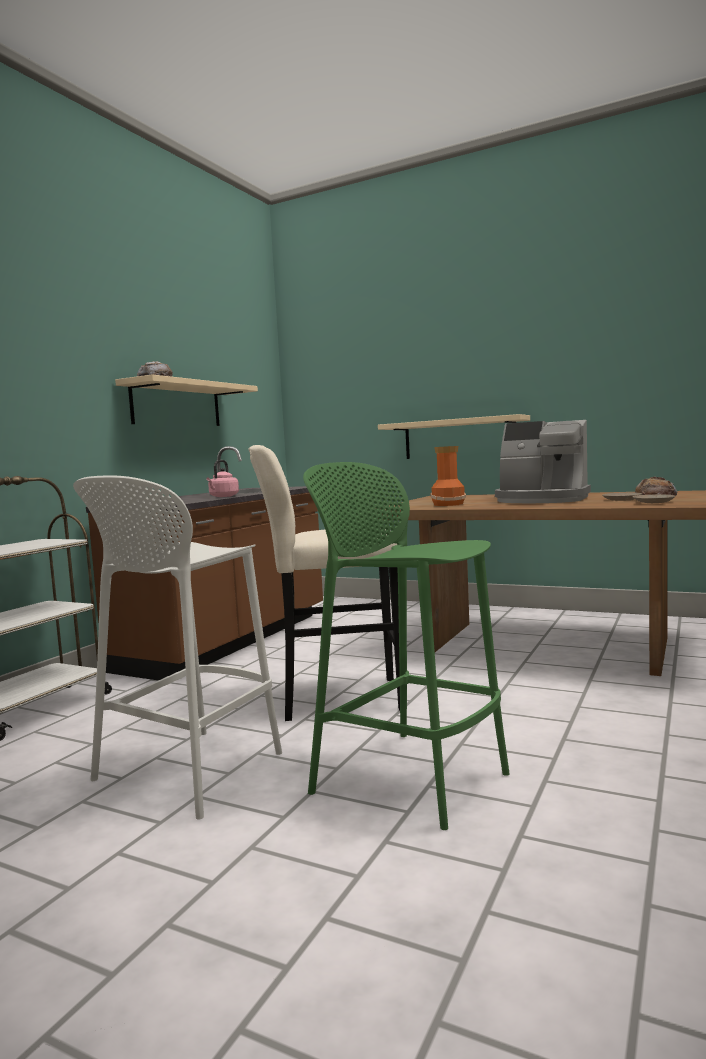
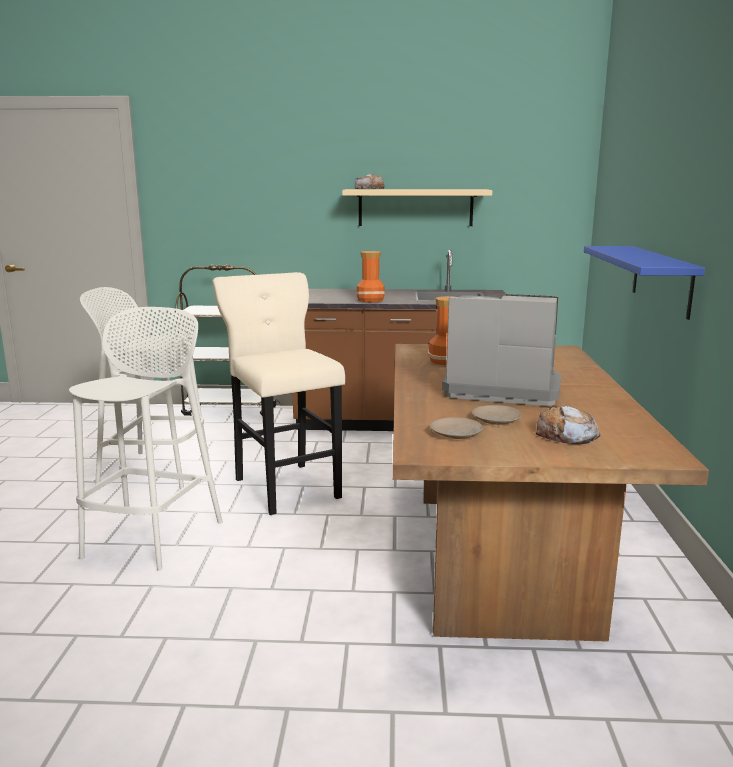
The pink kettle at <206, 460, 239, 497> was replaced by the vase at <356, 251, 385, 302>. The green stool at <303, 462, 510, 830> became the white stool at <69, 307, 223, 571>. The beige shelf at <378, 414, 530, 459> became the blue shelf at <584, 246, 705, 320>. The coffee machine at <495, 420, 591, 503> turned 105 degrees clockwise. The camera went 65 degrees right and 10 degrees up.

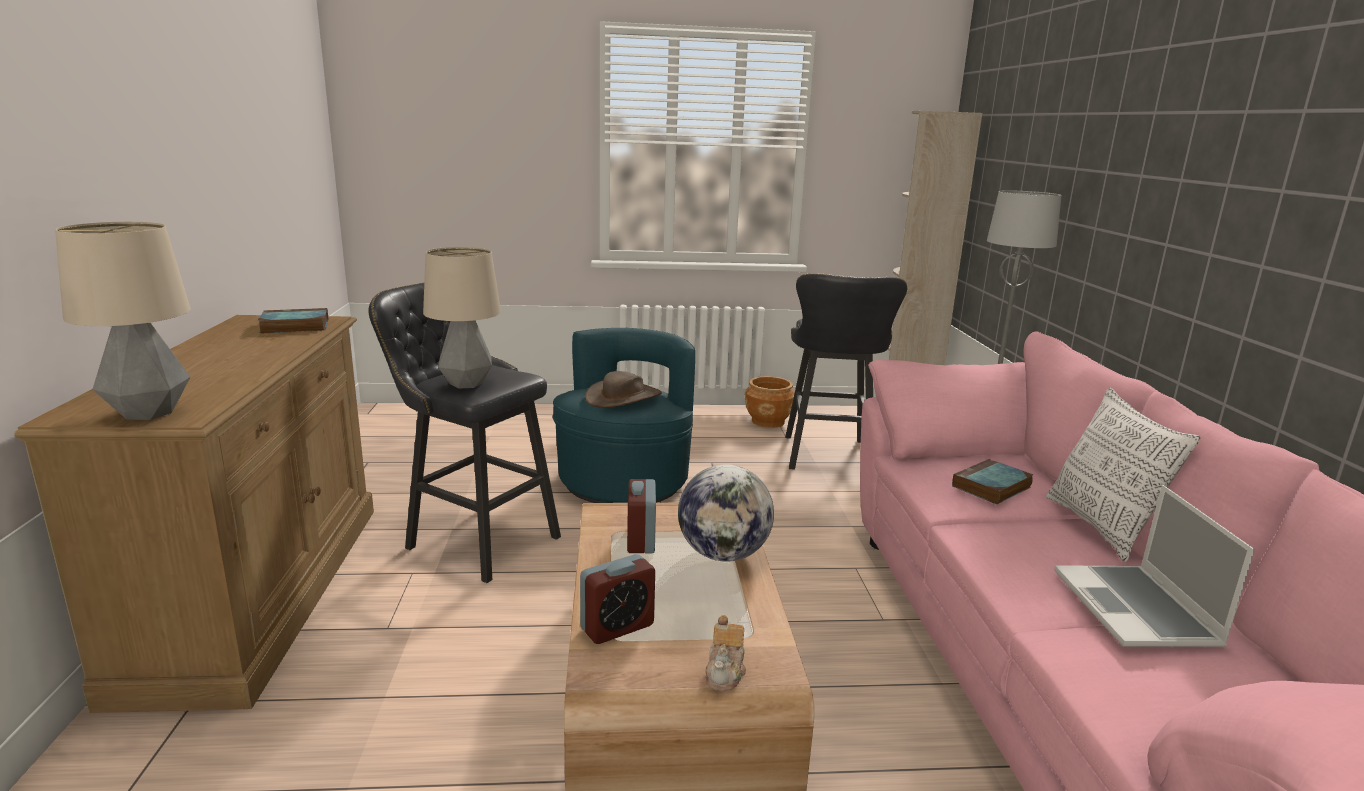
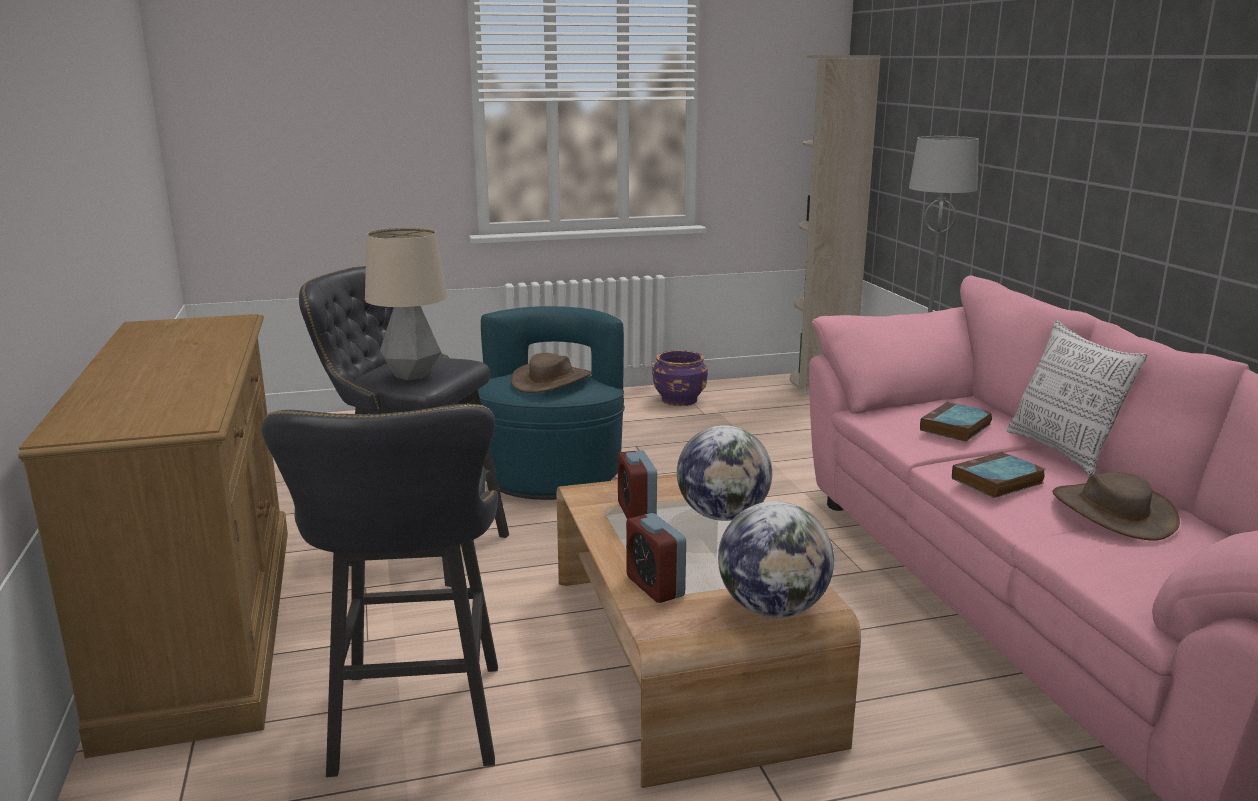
The table lamp at <55, 222, 191, 420> disappeared. The book moved from <258, 308, 329, 334> to <952, 452, 1045, 498>. The alarm clock at <580, 554, 655, 644> turned 105 degrees clockwise. The teapot at <705, 615, 746, 691> was replaced by the globe at <718, 501, 834, 618>. The brown planter at <744, 376, 795, 428> became the purple planter at <652, 350, 708, 406>. The black stool moved from <785, 273, 907, 469> to <262, 404, 498, 777>. The laptop at <1054, 485, 1255, 647> was replaced by the brown hat at <1052, 472, 1180, 541>. The camera went 10 degrees left and 0 degrees up.

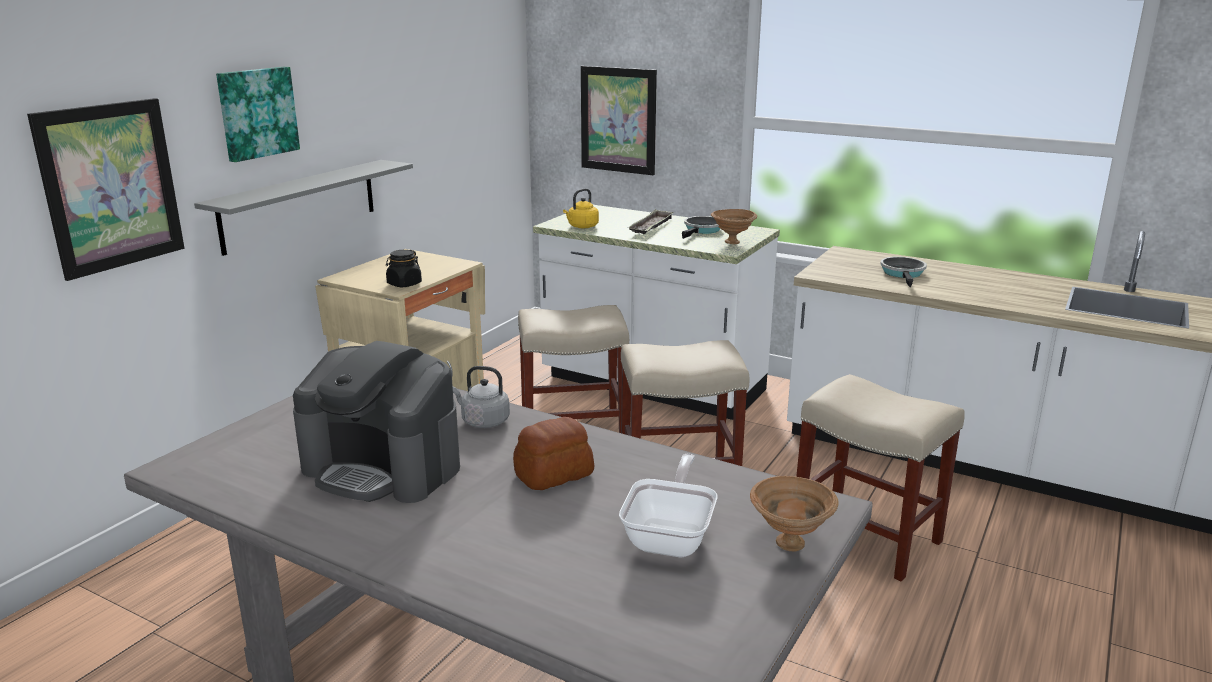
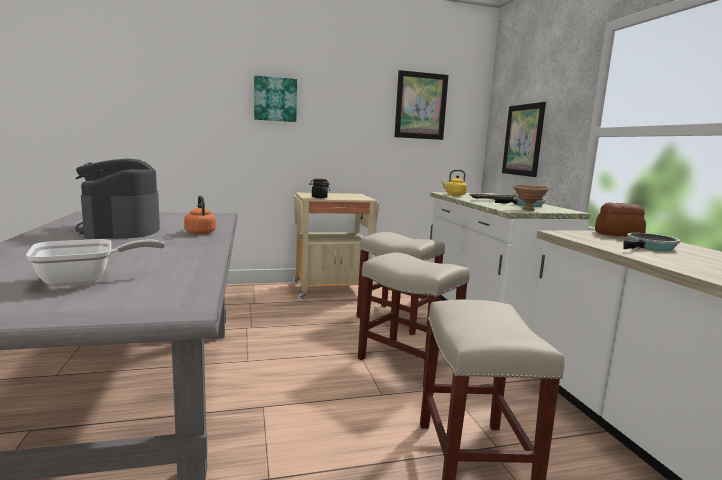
The picture moved from <27, 98, 185, 281> to <394, 70, 448, 140>. The grey shelf at <194, 160, 413, 256> disappeared. The grey kettle at <453, 366, 510, 428> became the orange kettle at <184, 196, 216, 234>. The bread moved from <513, 417, 594, 490> to <595, 202, 646, 237>. The brown bowl at <750, 476, 839, 552> disappeared. The camera went 45 degrees right and 10 degrees down.

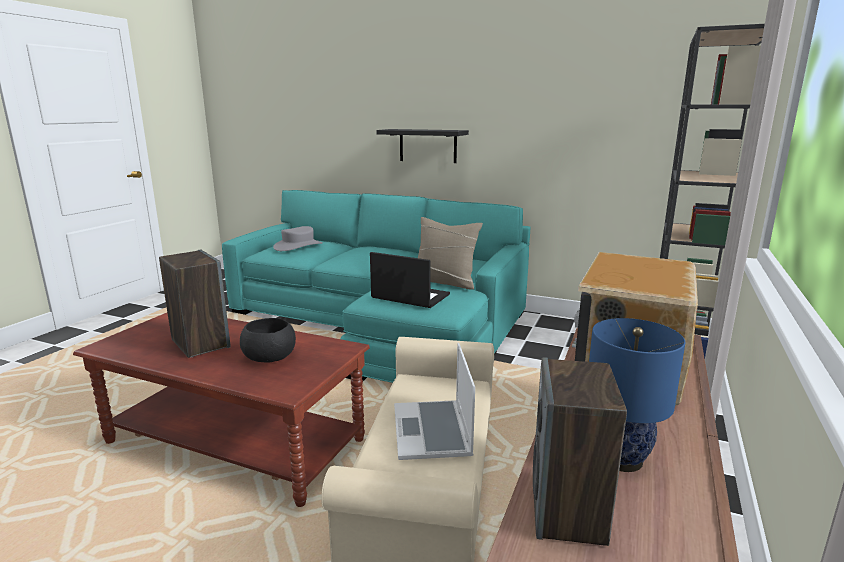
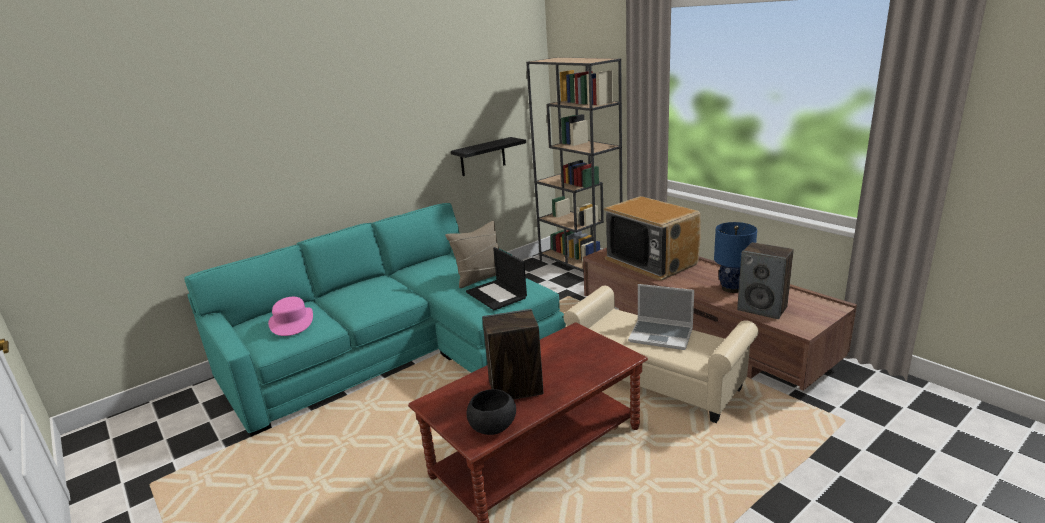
The black bowl moved from <240, 318, 296, 363> to <466, 389, 516, 435>. The grey hat at <273, 226, 323, 251> became the pink hat at <268, 297, 313, 336>. The laptop at <370, 252, 450, 308> turned 90 degrees counterclockwise. The black shelf moved from <376, 129, 469, 163> to <451, 137, 526, 176>. The camera went 60 degrees left and 5 degrees up.

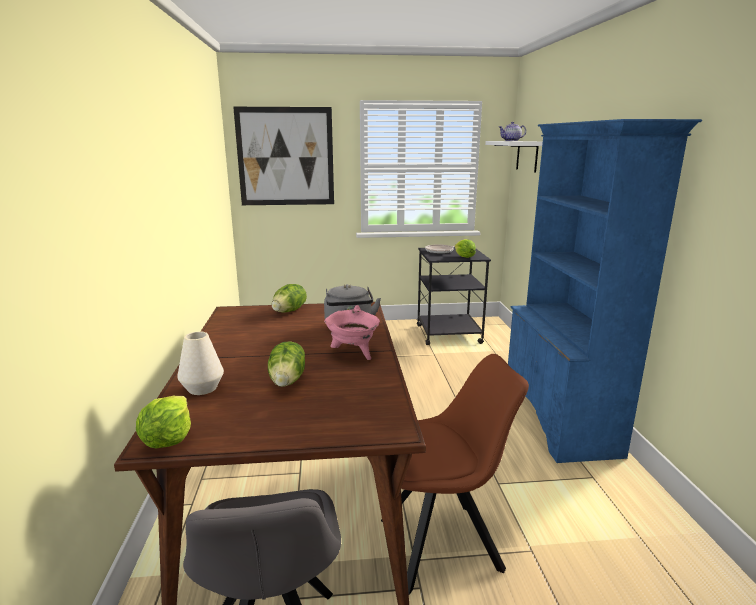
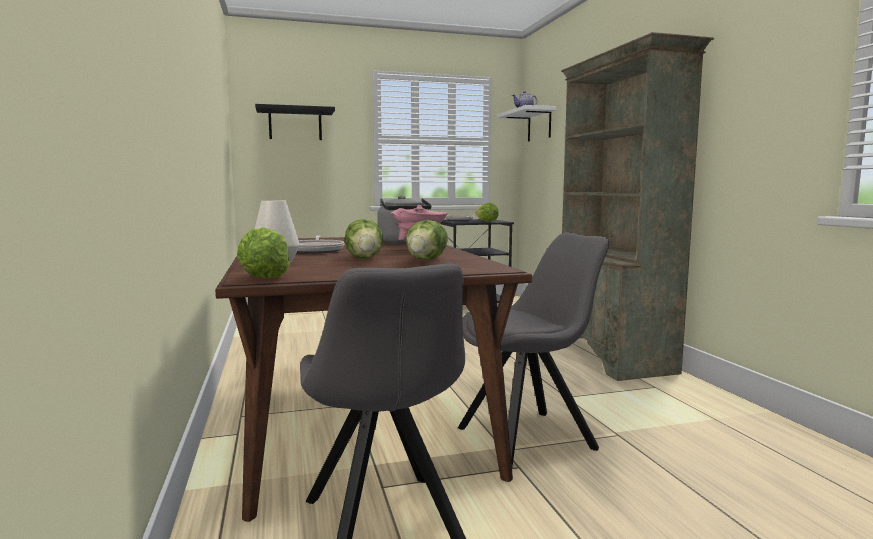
The picture at <233, 107, 334, 205> was replaced by the black shelf at <255, 104, 335, 140>. The lettuce moved from <272, 284, 307, 313> to <406, 220, 448, 260>. The brown chair at <381, 354, 529, 595> became the grey chair at <458, 232, 609, 466>. The blue bookcase at <508, 119, 703, 463> became the green bookcase at <561, 32, 715, 381>. The frying pan at <296, 236, 344, 253> appeared. The camera went 10 degrees left and 10 degrees down.

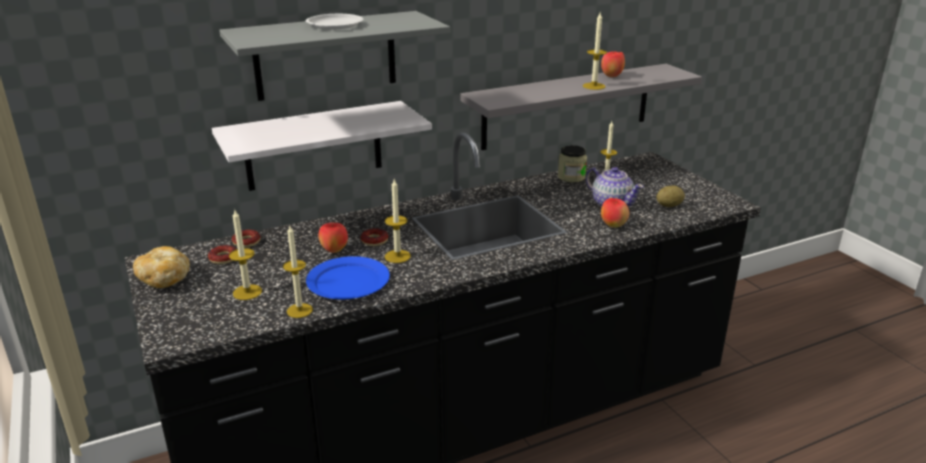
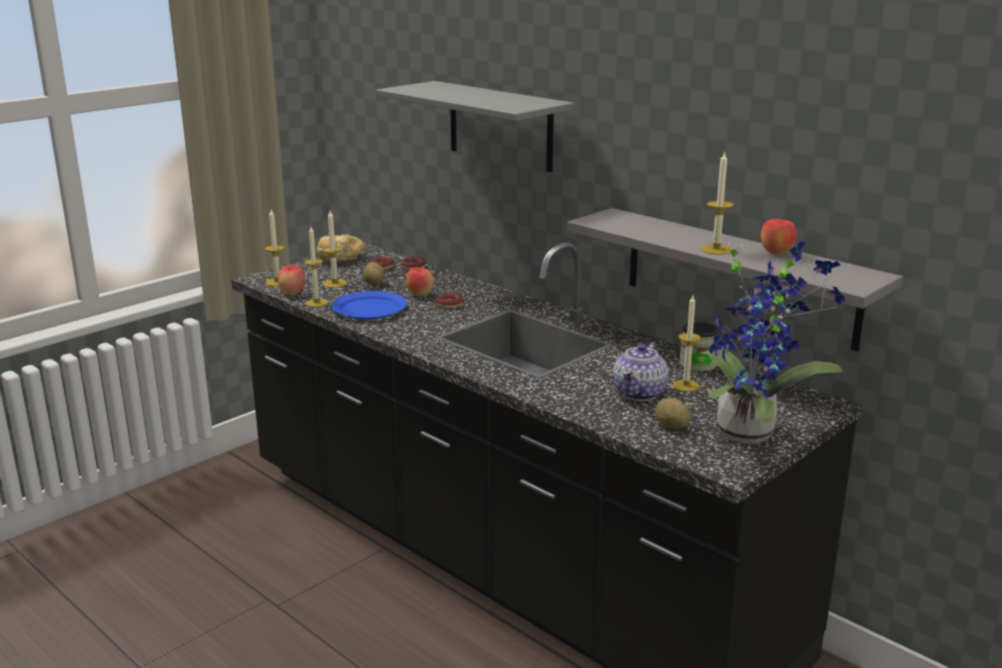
The white shelf at <212, 101, 432, 191> disappeared. The white plate at <306, 14, 363, 30> disappeared. The candle moved from <385, 179, 411, 263> to <264, 209, 285, 286>. The apple moved from <601, 198, 629, 228> to <278, 265, 305, 295>. The potato at <363, 262, 385, 285> appeared. The potted plant at <699, 241, 846, 444> appeared. The camera went 70 degrees right and 5 degrees down.

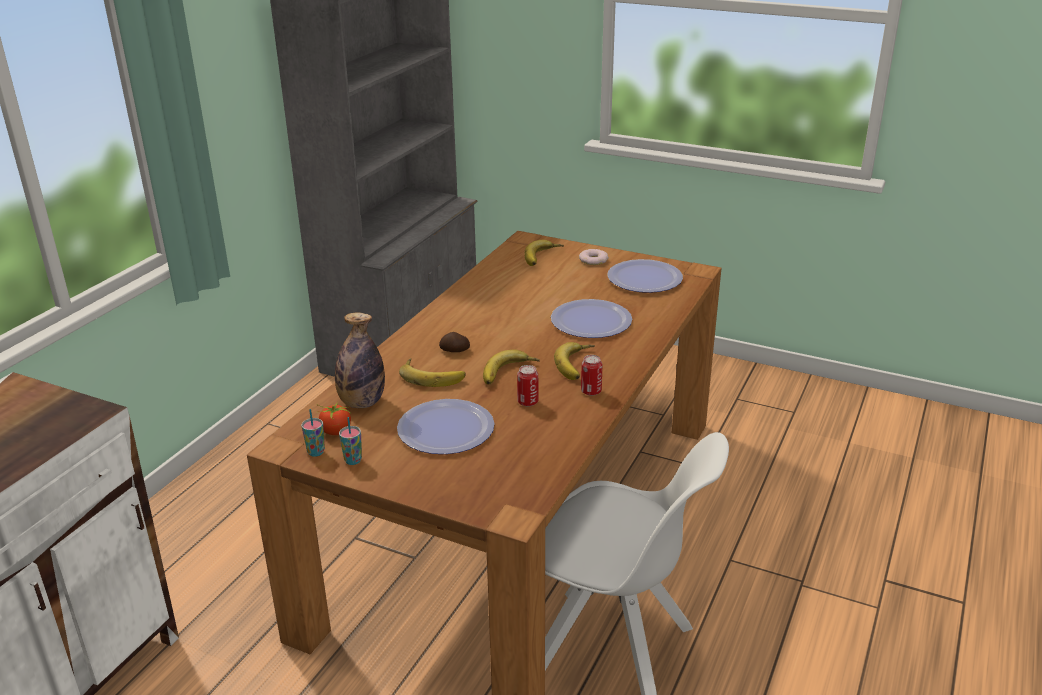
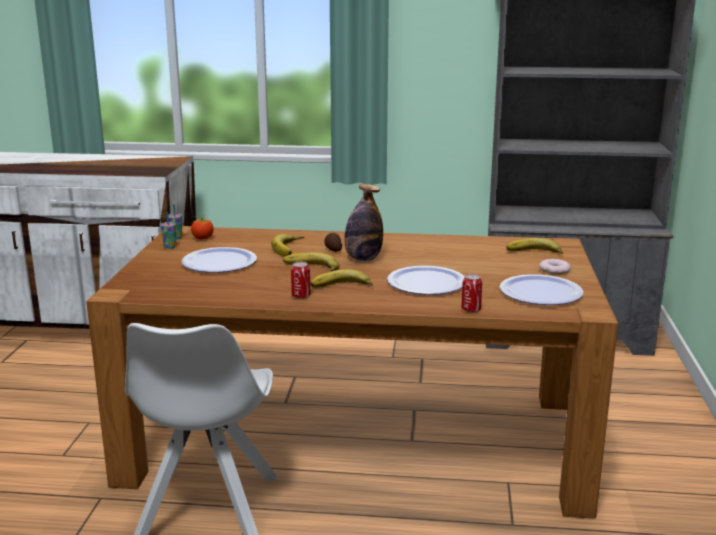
The bottle moved from <335, 312, 385, 408> to <345, 184, 383, 261>. The can moved from <517, 365, 539, 406> to <461, 274, 482, 312>. The camera went 70 degrees right and 10 degrees down.

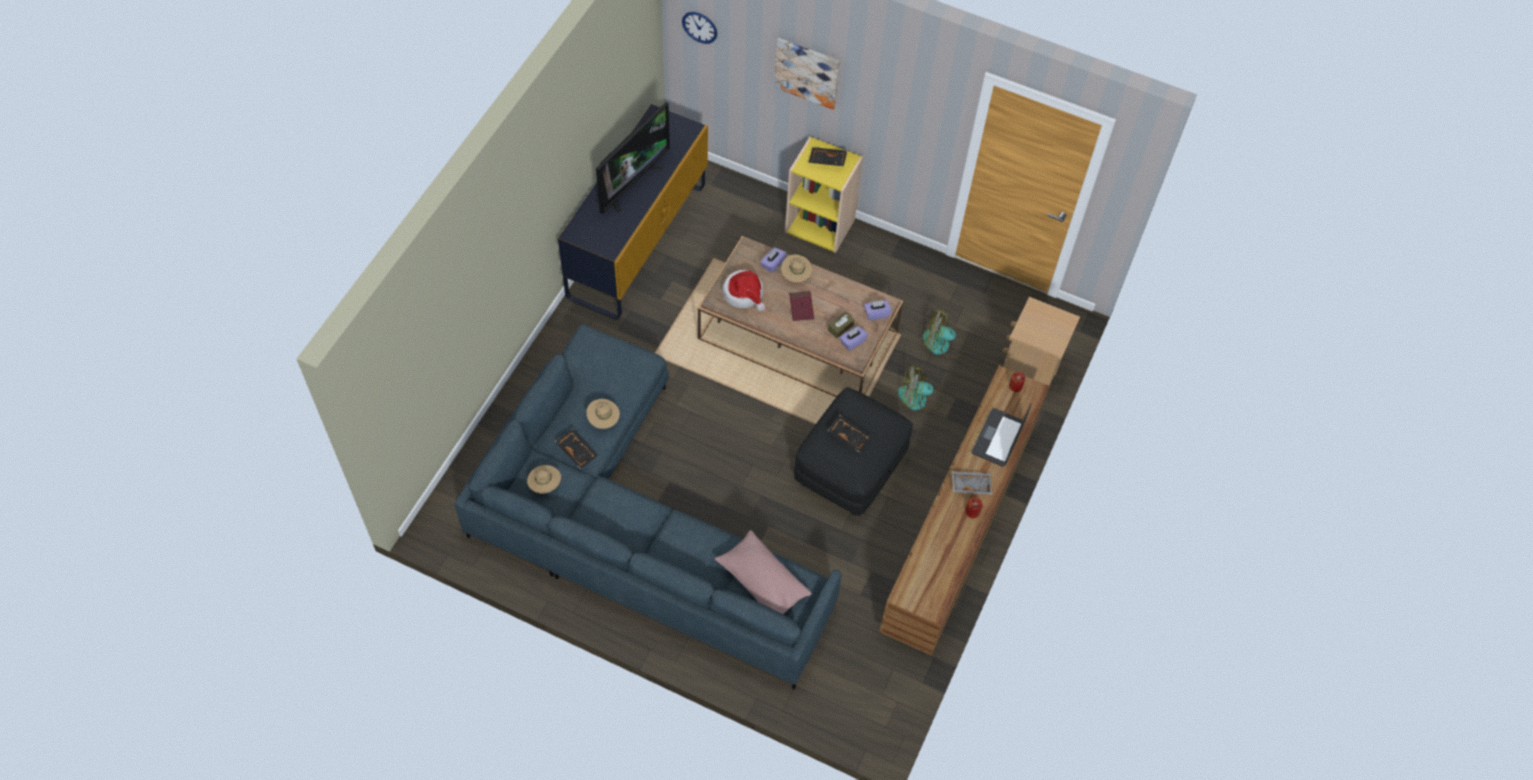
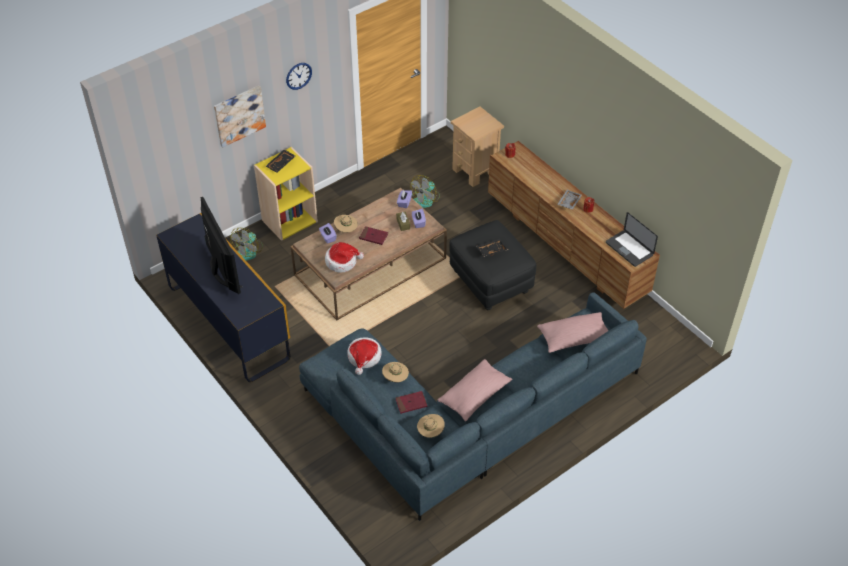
The black tray at <555, 428, 598, 469> was replaced by the red book at <396, 391, 427, 414>. The wall clock moved from <682, 12, 717, 44> to <286, 63, 312, 90>. The fan moved from <898, 365, 942, 412> to <230, 228, 263, 260>. The laptop moved from <972, 404, 1031, 467> to <606, 212, 658, 267>. The hat at <347, 337, 382, 375> appeared. The pink pillow at <438, 359, 513, 421> appeared. The camera went 60 degrees left and 10 degrees down.

